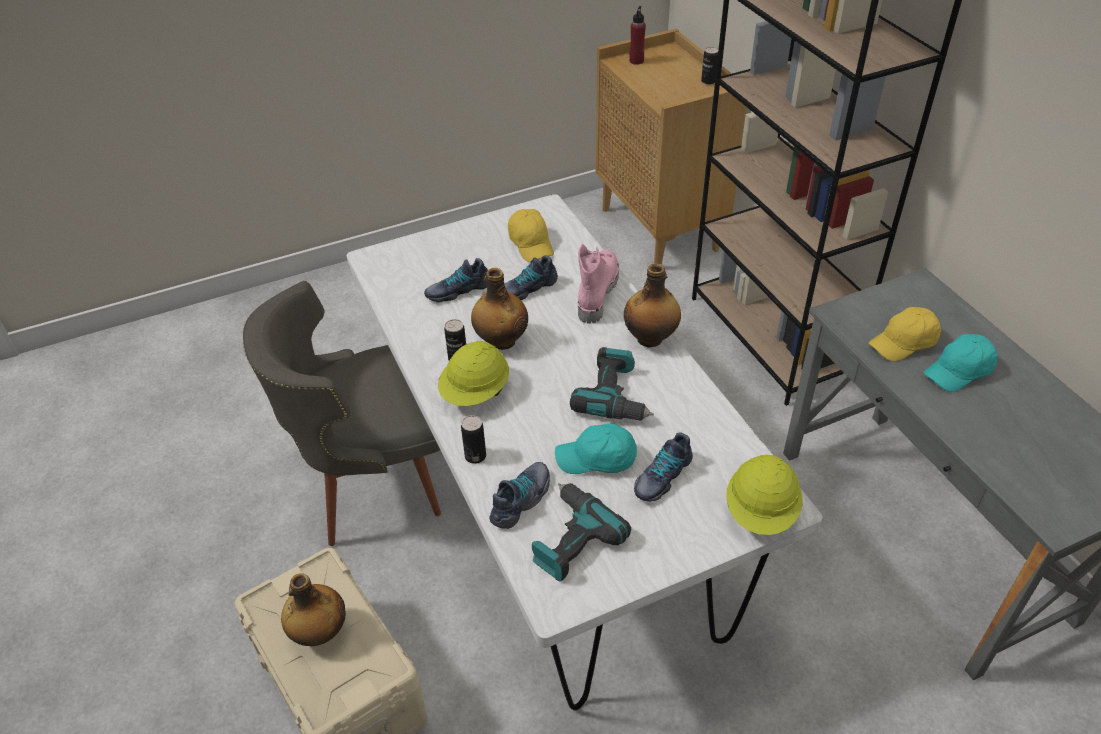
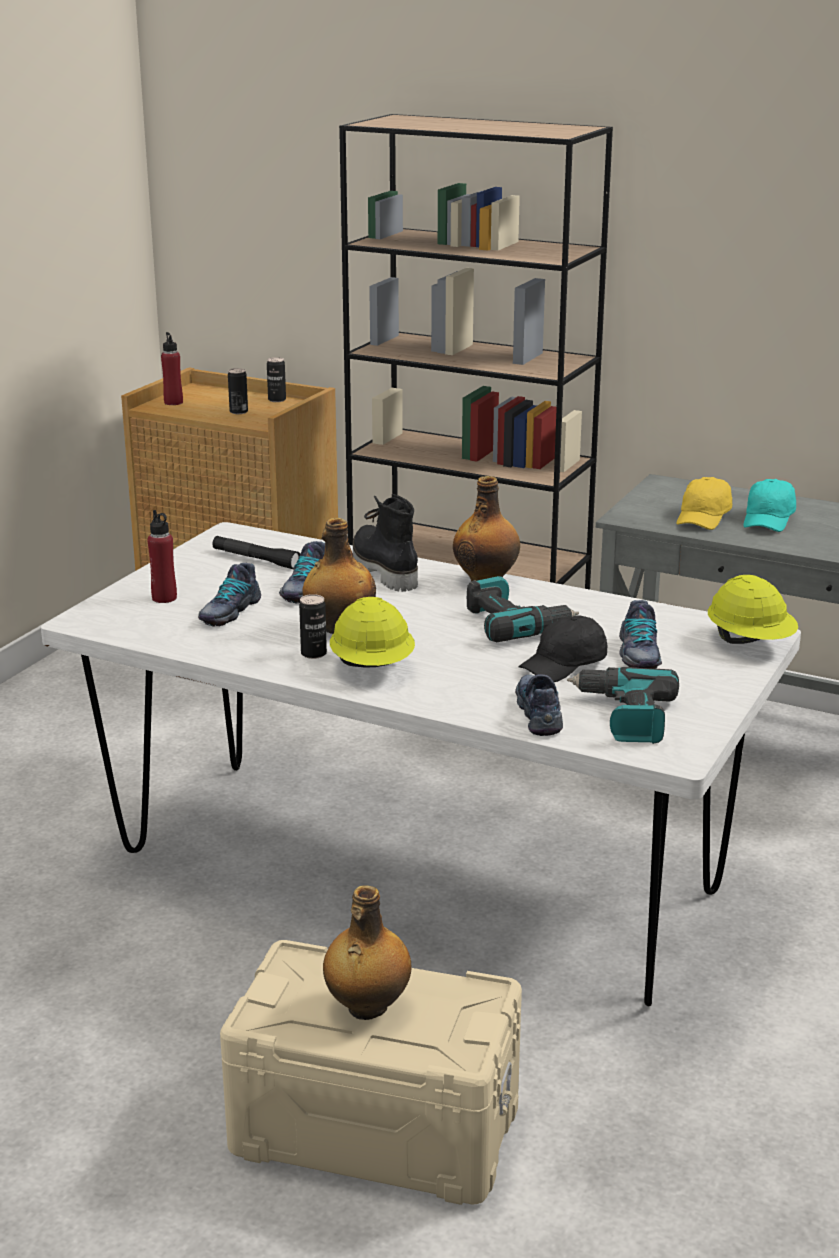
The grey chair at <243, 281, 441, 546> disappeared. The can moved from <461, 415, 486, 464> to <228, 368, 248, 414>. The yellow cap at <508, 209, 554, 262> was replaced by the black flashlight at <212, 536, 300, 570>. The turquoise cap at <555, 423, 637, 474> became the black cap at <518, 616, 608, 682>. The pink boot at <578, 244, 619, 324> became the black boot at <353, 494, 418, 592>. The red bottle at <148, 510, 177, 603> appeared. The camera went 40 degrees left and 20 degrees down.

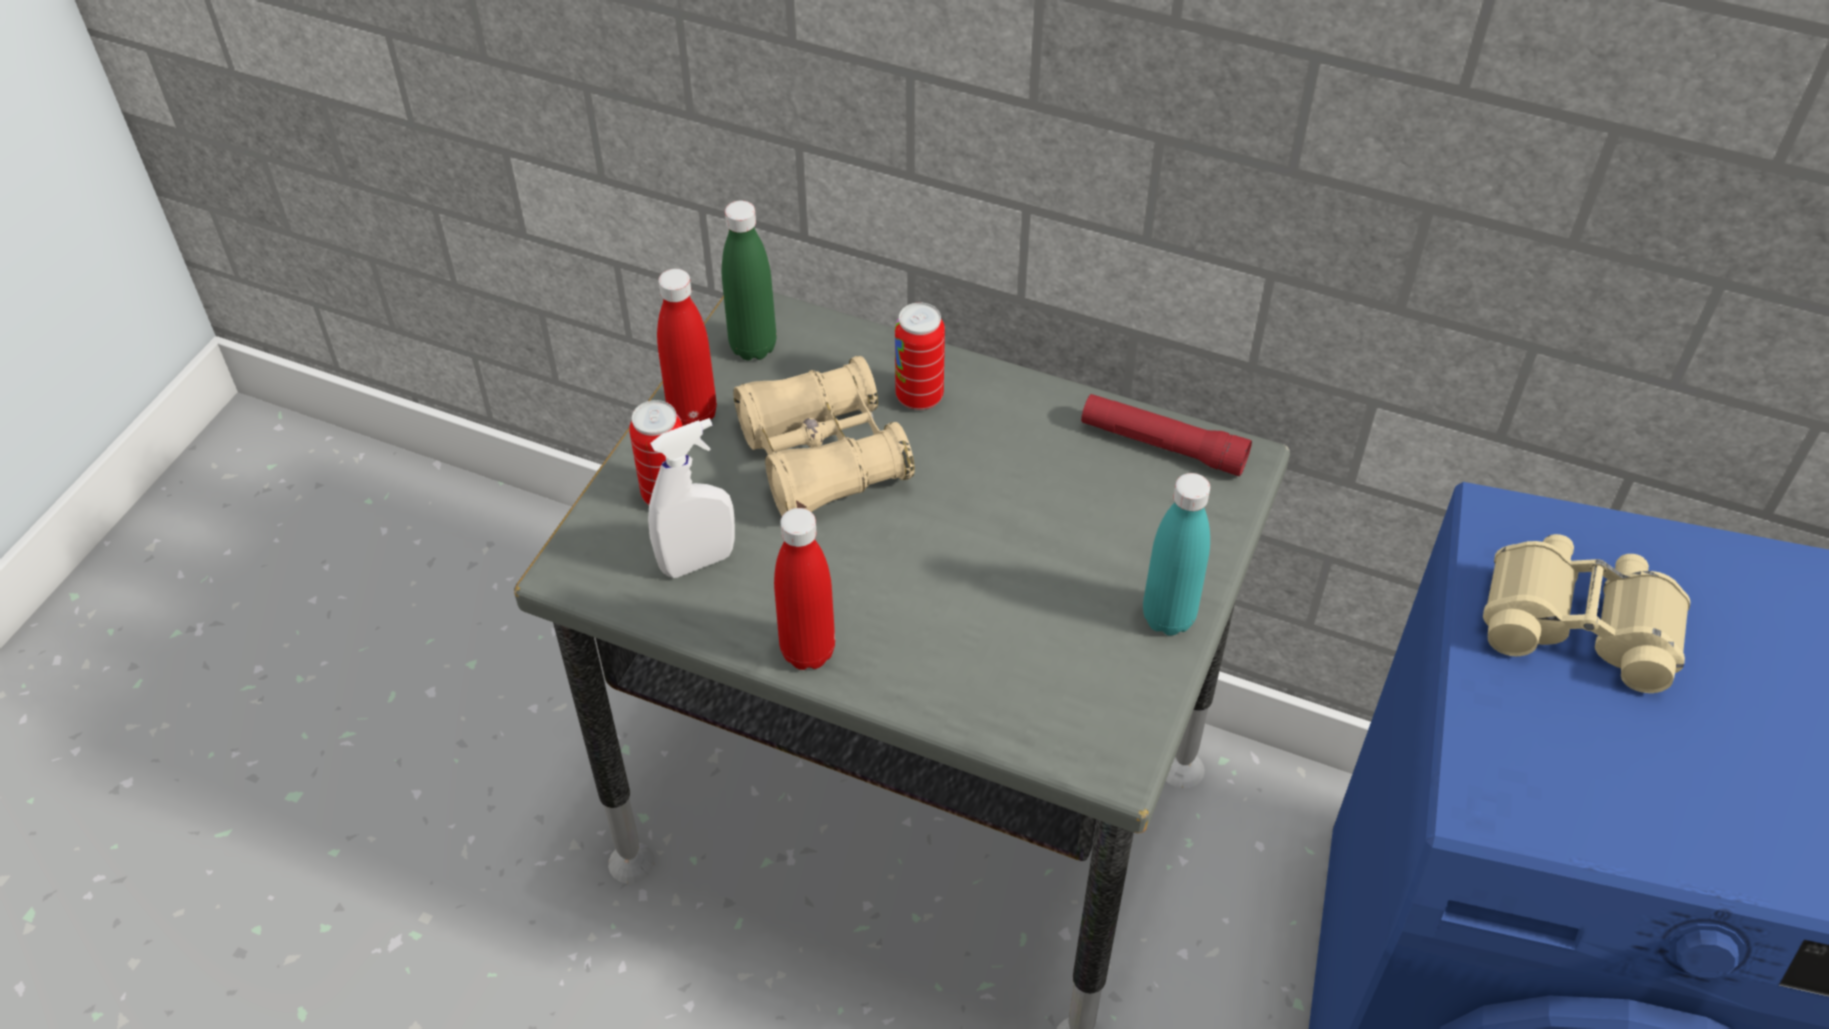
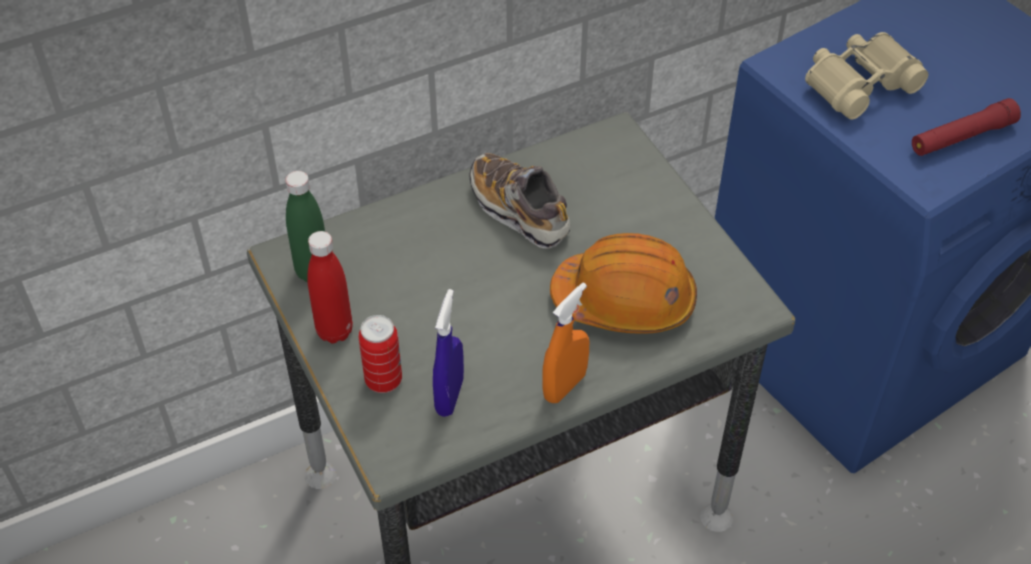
The white spray bottle at <648, 418, 735, 578> became the blue spray bottle at <433, 289, 464, 417>. The beige binoculars at <733, 356, 915, 516> disappeared. The red bottle at <774, 508, 835, 670> was replaced by the orange spray bottle at <542, 283, 589, 403>. The can at <895, 303, 945, 410> disappeared. The red flashlight moved from <1081, 394, 1252, 476> to <912, 98, 1021, 156>. The turquoise bottle at <1143, 473, 1210, 635> disappeared. The shoe at <469, 153, 570, 249> appeared. The orange hard hat at <550, 233, 697, 333> appeared. The camera went 50 degrees left and 0 degrees up.

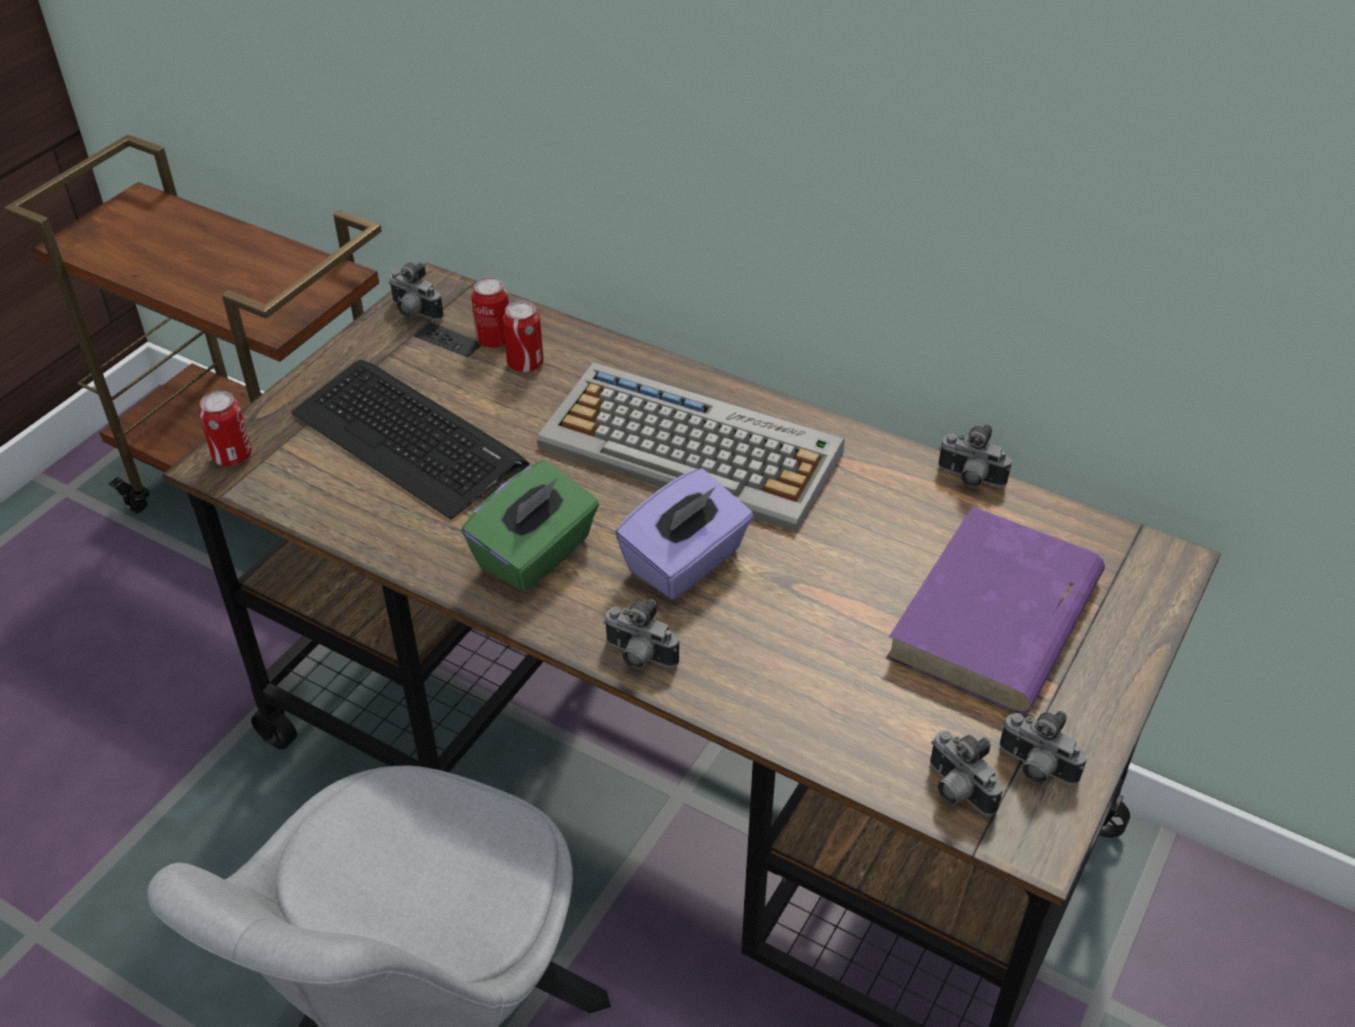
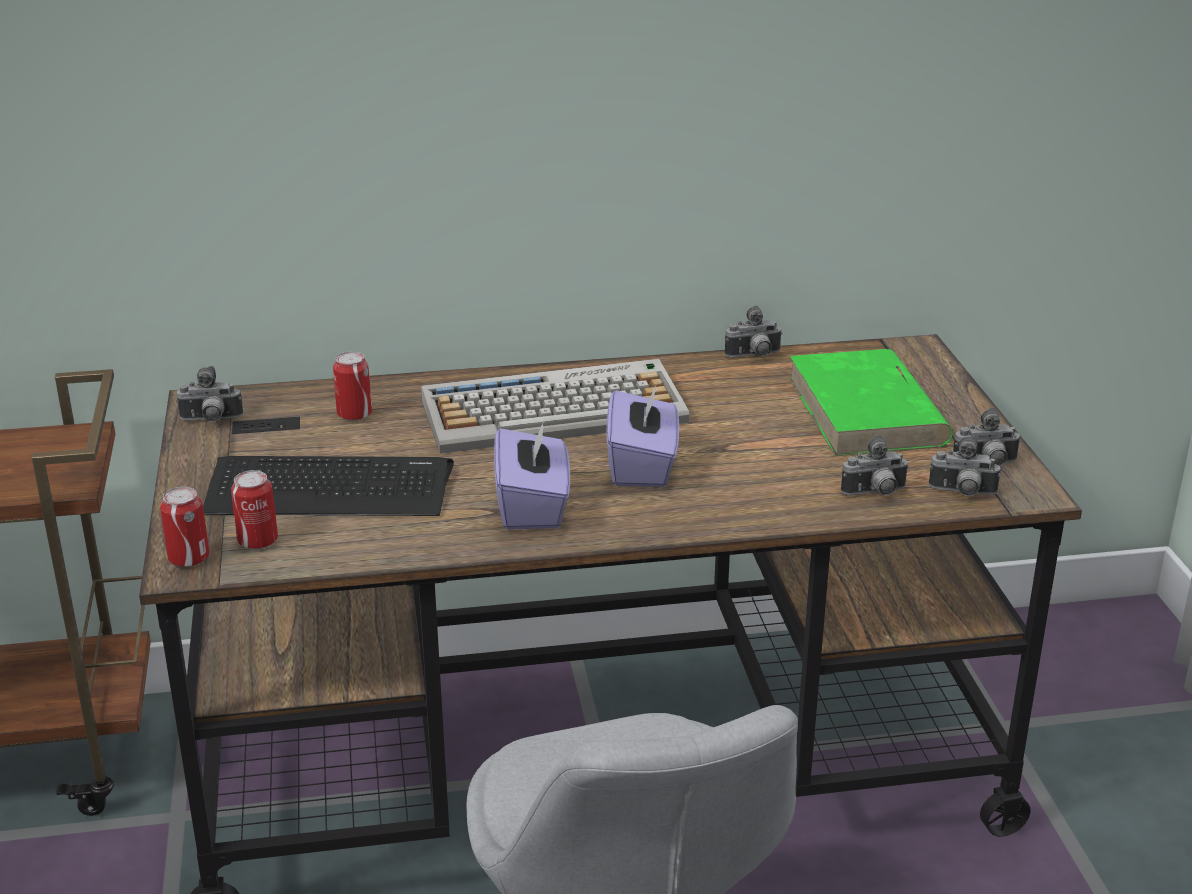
The green tissue box at <462, 460, 599, 592> became the purple tissue box at <494, 418, 570, 530>. The can moved from <471, 277, 509, 348> to <231, 470, 278, 549>. The photo camera moved from <603, 599, 679, 669> to <841, 435, 909, 495>. The purple book at <885, 506, 1105, 715> became the green book at <788, 349, 953, 456>. The camera went 40 degrees left and 15 degrees down.

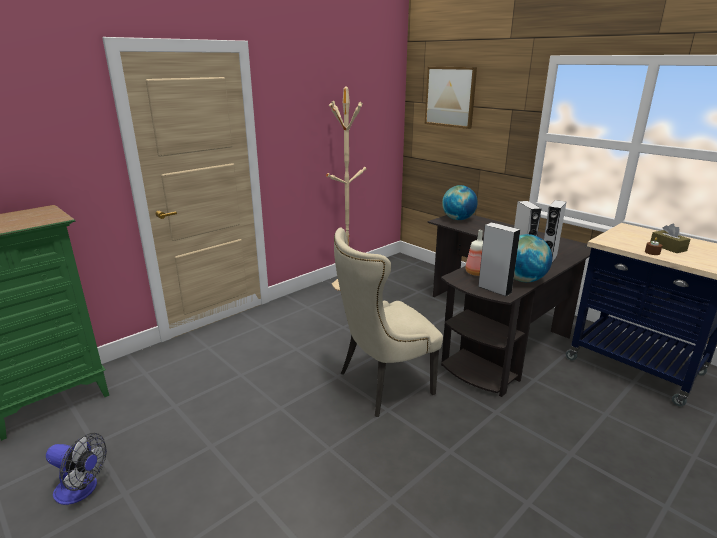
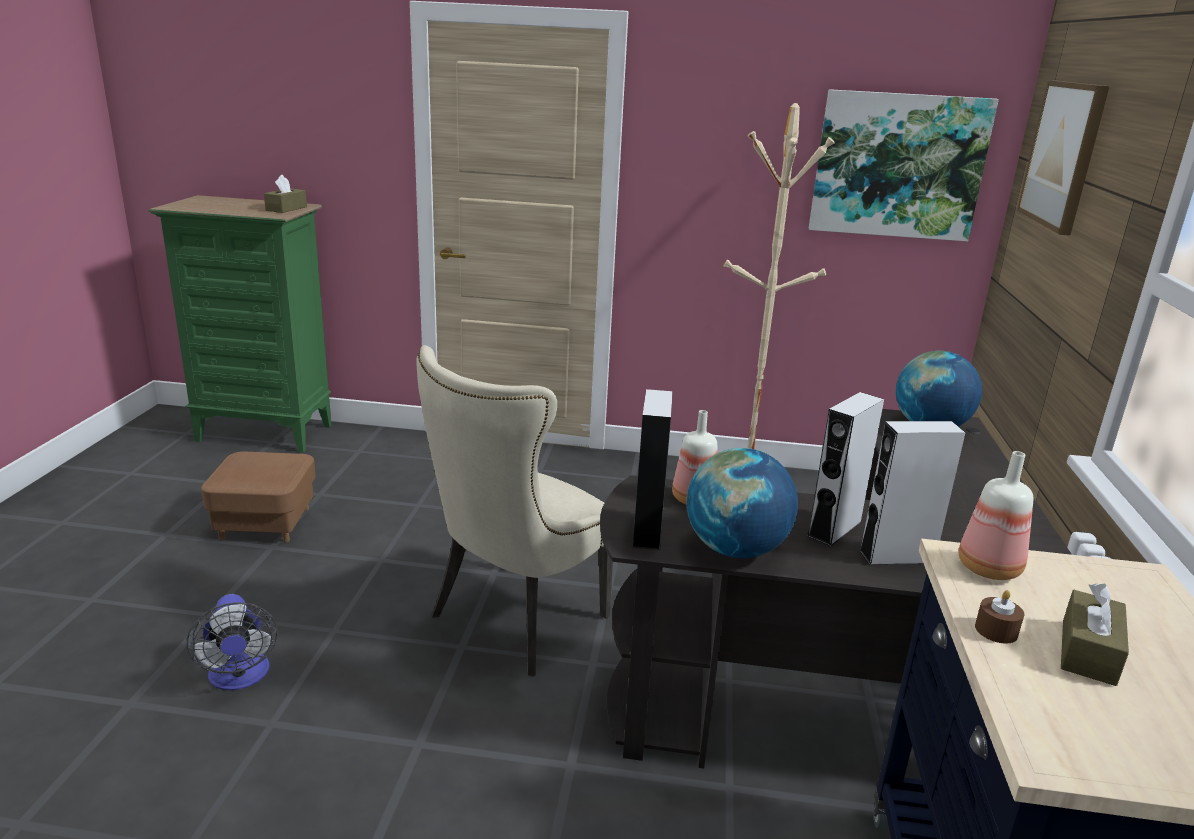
The fan moved from <46, 433, 107, 505> to <187, 594, 278, 690>. The beige chair at <334, 227, 443, 417> turned 75 degrees counterclockwise. The brown ottoman at <201, 452, 316, 542> appeared. The brown tissue box at <264, 175, 307, 213> appeared. The picture at <809, 89, 999, 241> appeared. The bottle at <959, 451, 1033, 580> appeared. The camera went 50 degrees right and 0 degrees up.

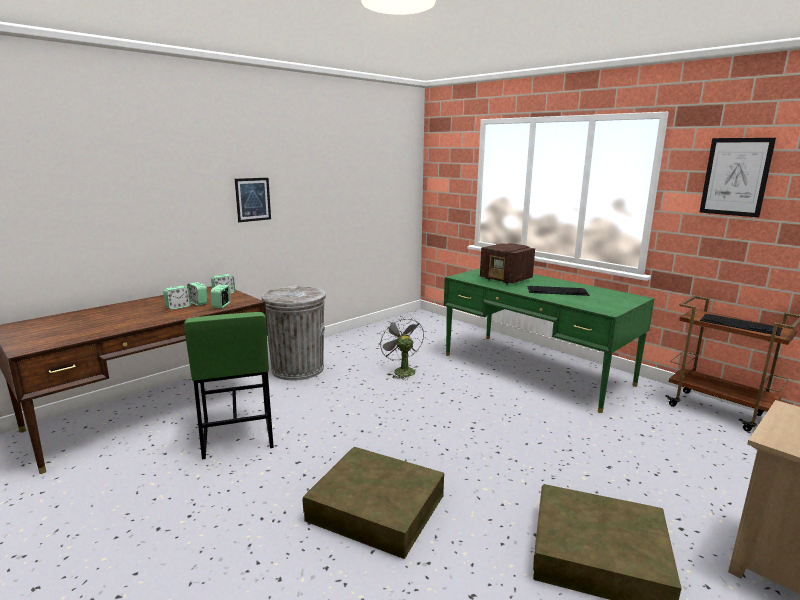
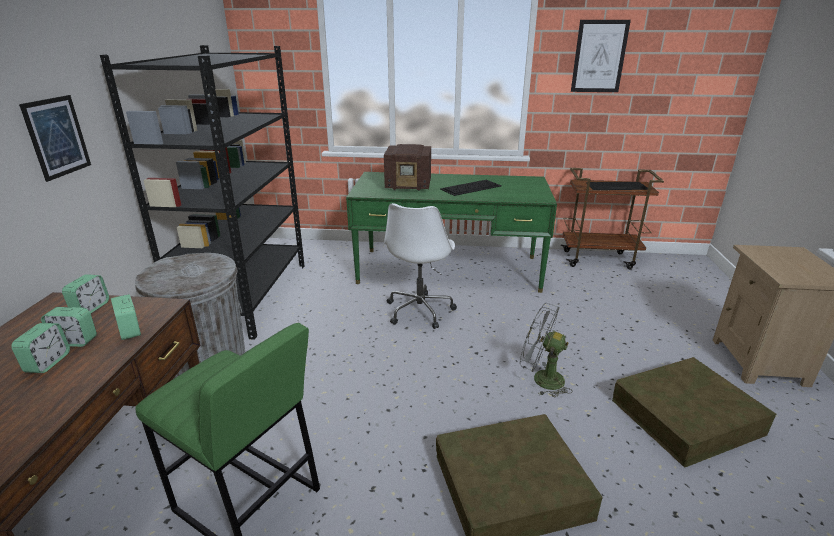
The grey fan moved from <379, 316, 424, 380> to <520, 303, 573, 397>. The black bookcase at <100, 45, 304, 340> appeared. The white office chair at <384, 203, 457, 329> appeared. The camera went 40 degrees left and 10 degrees up.

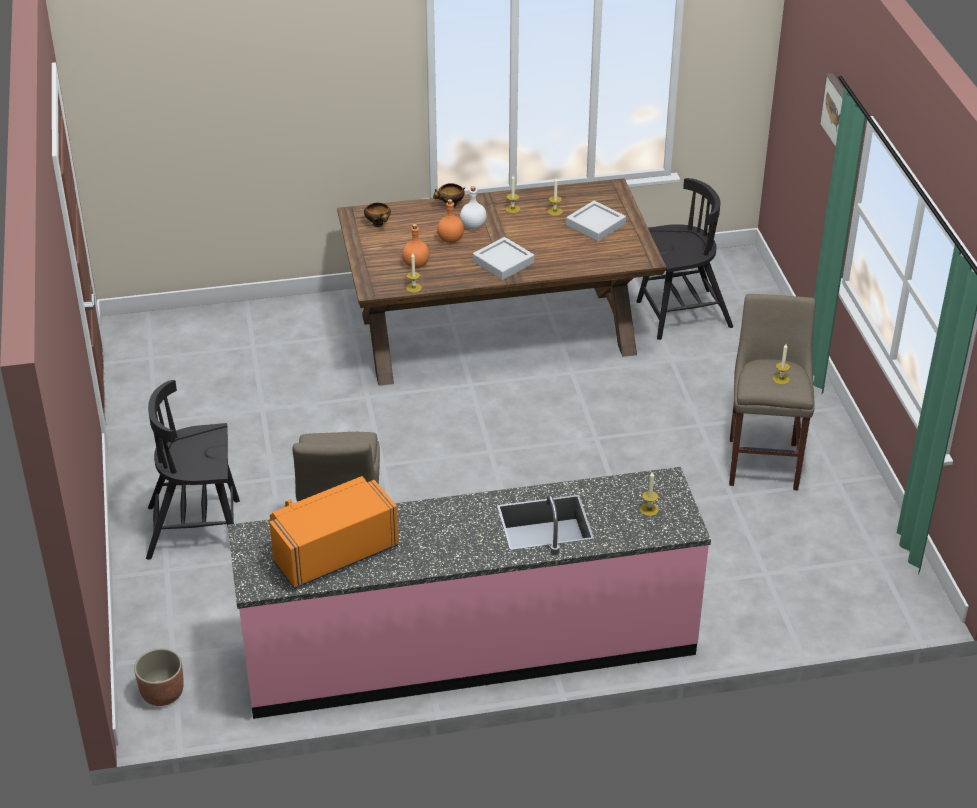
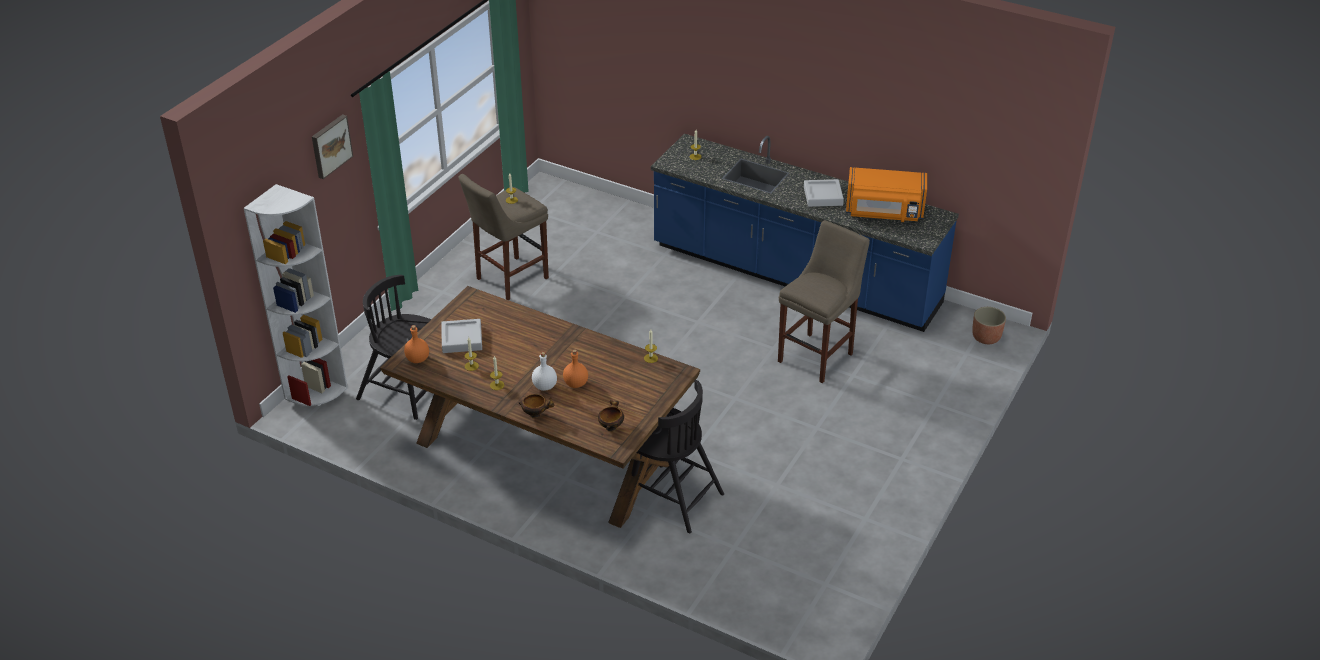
The black chair moved from <146, 380, 240, 560> to <631, 380, 724, 533>. The pink counter at <228, 467, 711, 719> became the blue counter at <651, 134, 959, 332>. The orange bottle moved from <402, 224, 430, 268> to <404, 325, 429, 363>. The grey tray moved from <473, 237, 534, 280> to <804, 179, 844, 207>. The white bookcase at <244, 184, 348, 406> appeared. The camera went 140 degrees left and 0 degrees up.

